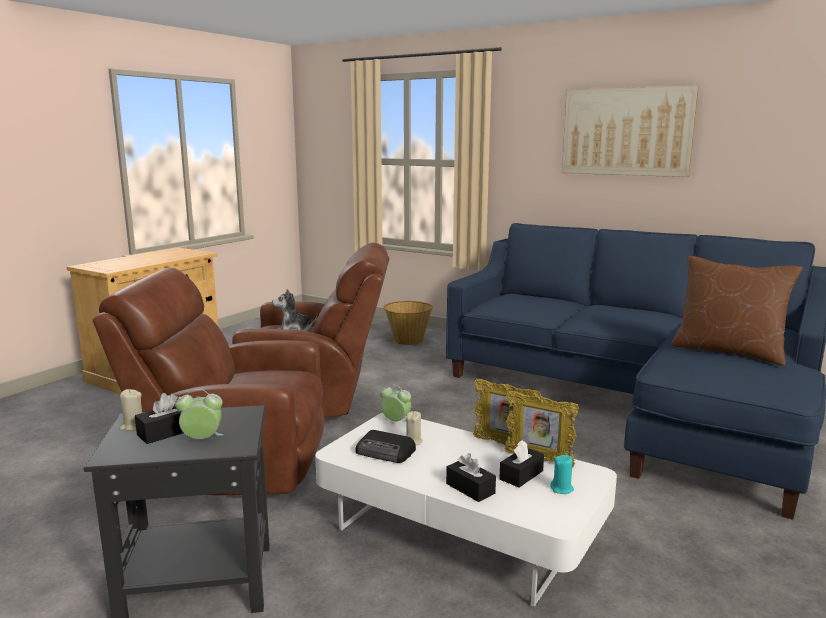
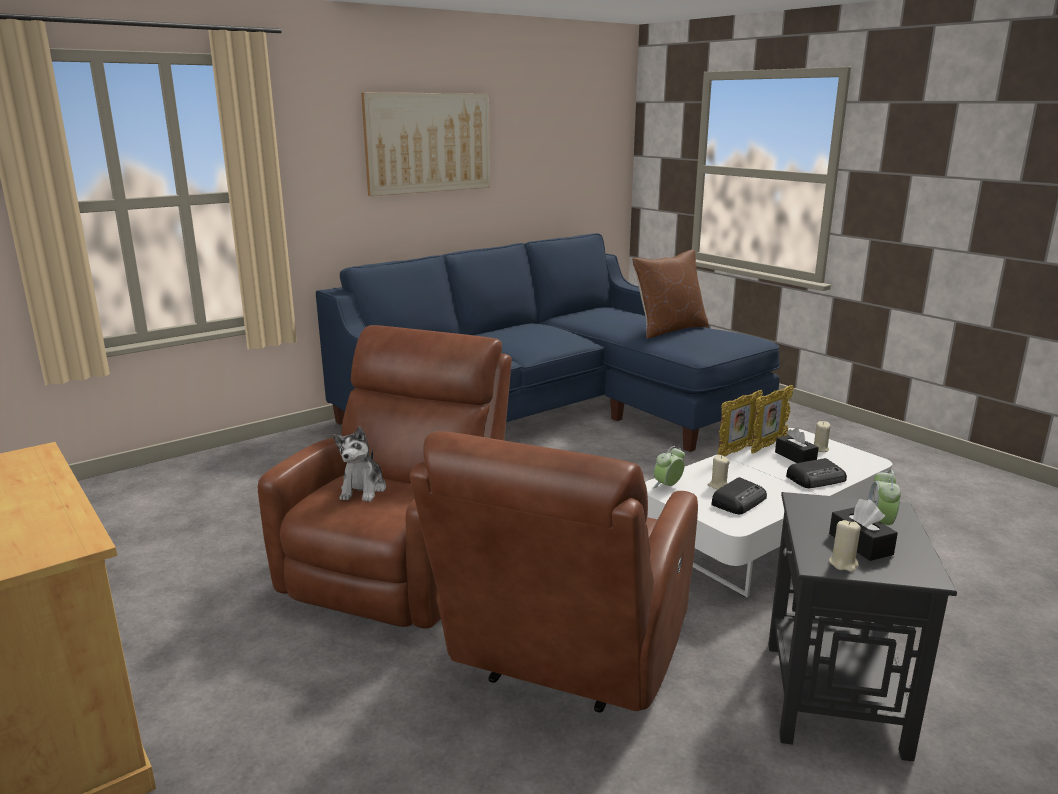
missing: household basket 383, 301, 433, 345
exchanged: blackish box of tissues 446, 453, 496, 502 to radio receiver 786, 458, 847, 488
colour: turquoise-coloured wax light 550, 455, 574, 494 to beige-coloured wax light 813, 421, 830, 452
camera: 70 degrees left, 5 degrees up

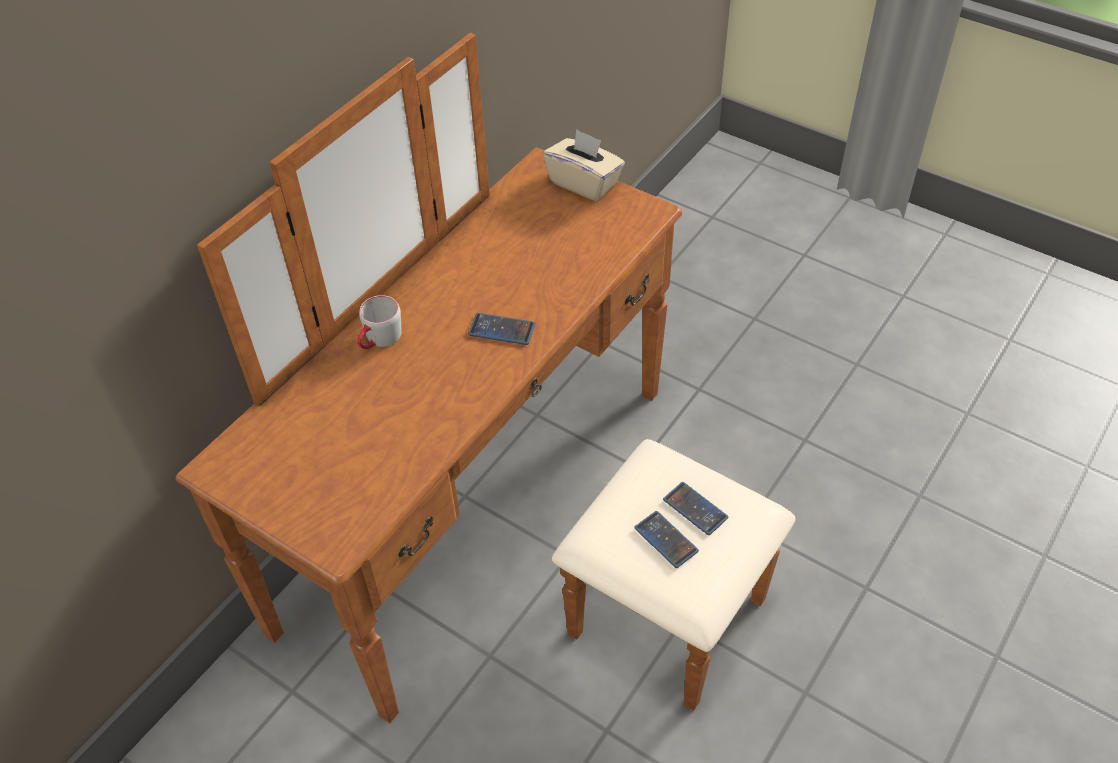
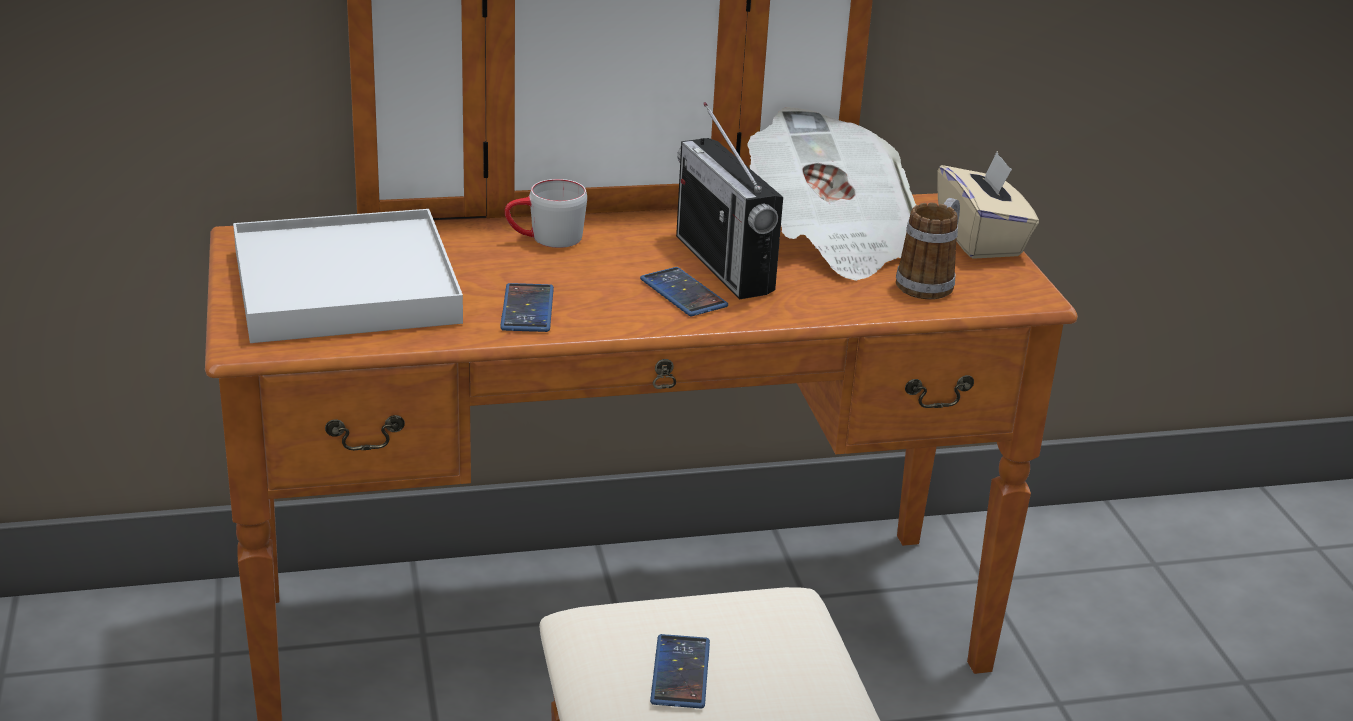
appeared: whitish tray 233, 209, 463, 343; radio receiver 676, 102, 783, 299; daily paper 747, 107, 916, 281; tea mug 896, 198, 960, 299
relocated: handset 663, 482, 729, 535 to 500, 283, 554, 332
camera: 40 degrees right, 20 degrees down

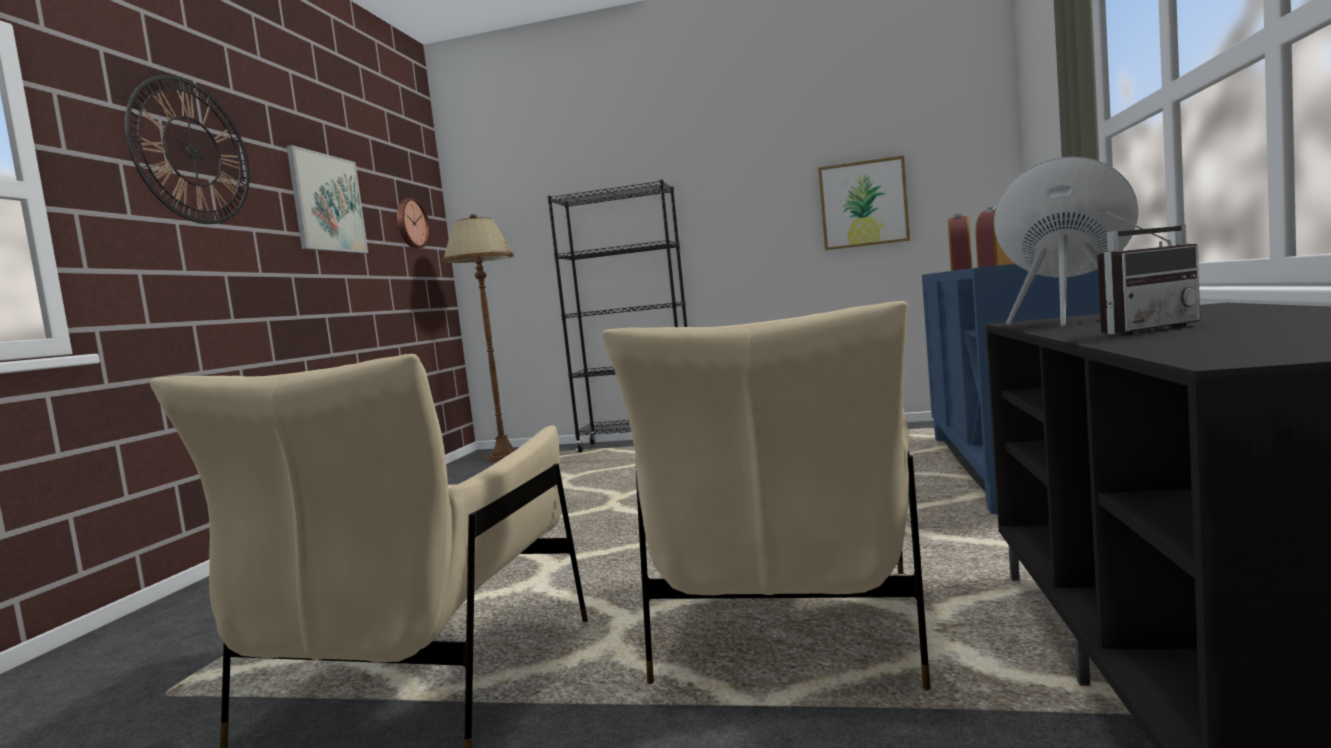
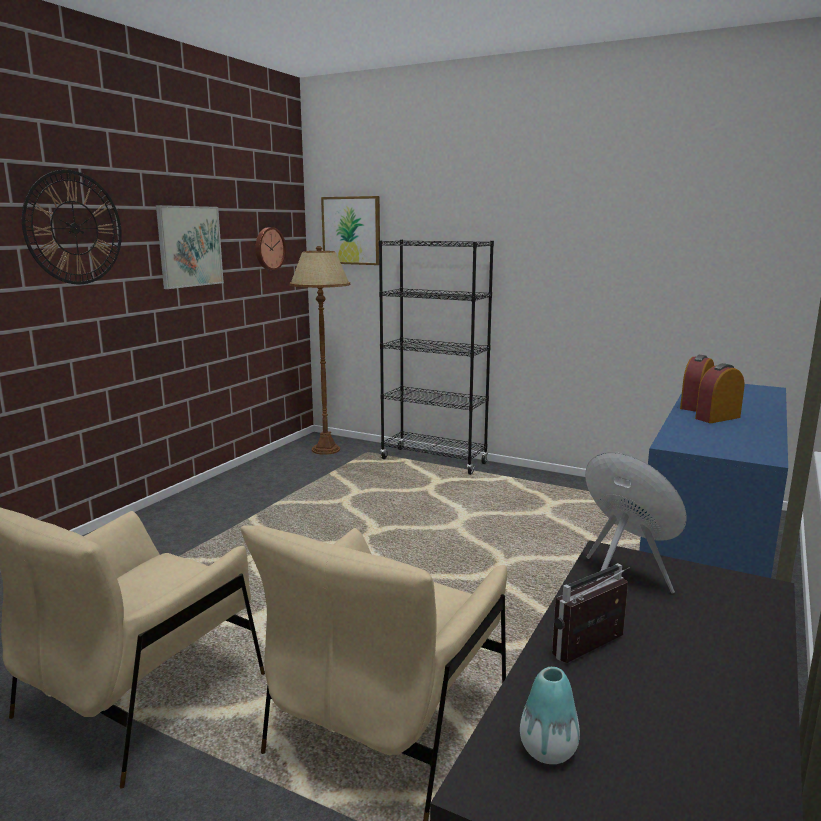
appeared: decorative vase 520, 667, 580, 764
relocated: picture 818, 156, 910, 250 to 321, 196, 380, 265
spun: radio receiver 1097, 208, 1200, 335 = 552, 563, 630, 663 150 degrees clockwise
camera: 15 degrees right, 10 degrees up

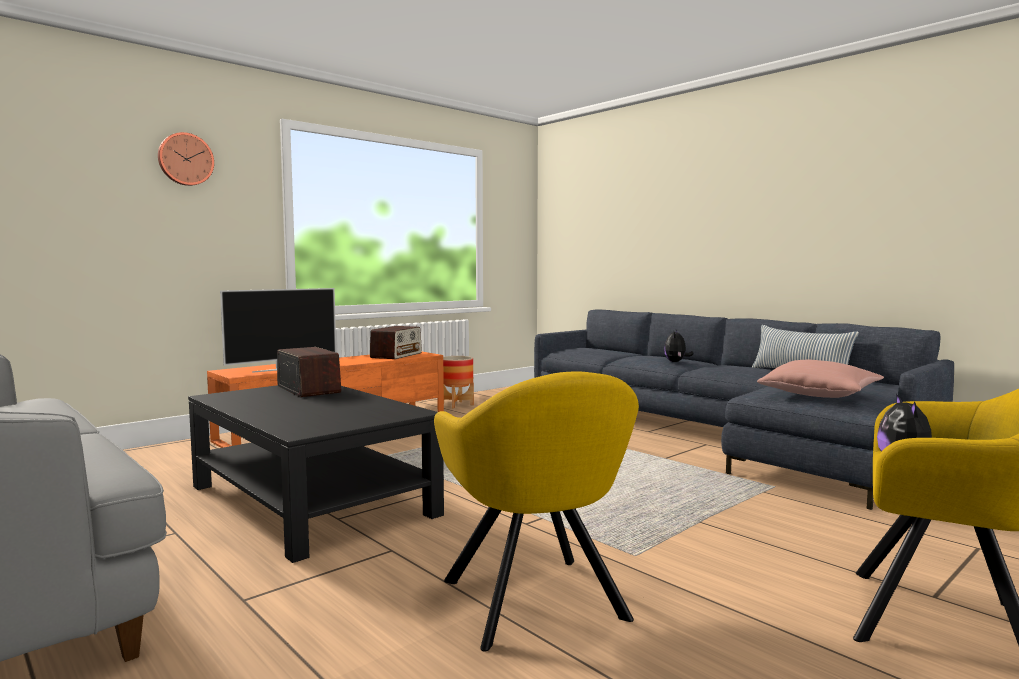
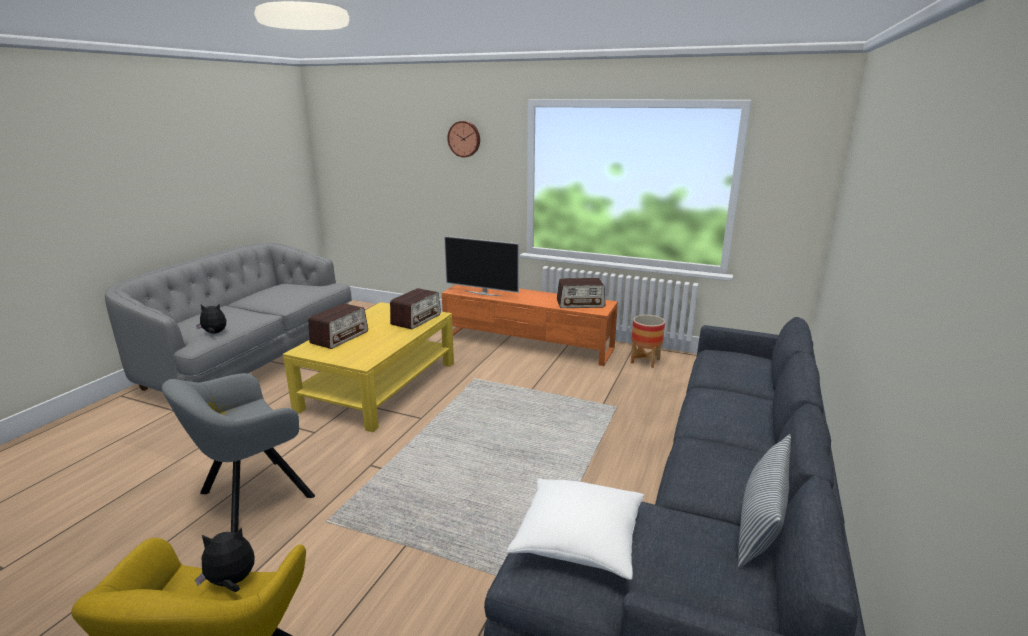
appeared: radio receiver 308, 303, 368, 349
relocated: soft toy 664, 330, 693, 362 to 196, 304, 226, 334
colour: blackish low table 188, 385, 444, 563 to yellow-coloured low table 283, 302, 454, 432; yellow-coloured easy chair 434, 371, 639, 652 to greyish easy chair 162, 373, 315, 533; pinkish pillow 757, 360, 884, 398 to whitish pillow 507, 479, 644, 580
camera: 65 degrees right, 15 degrees up

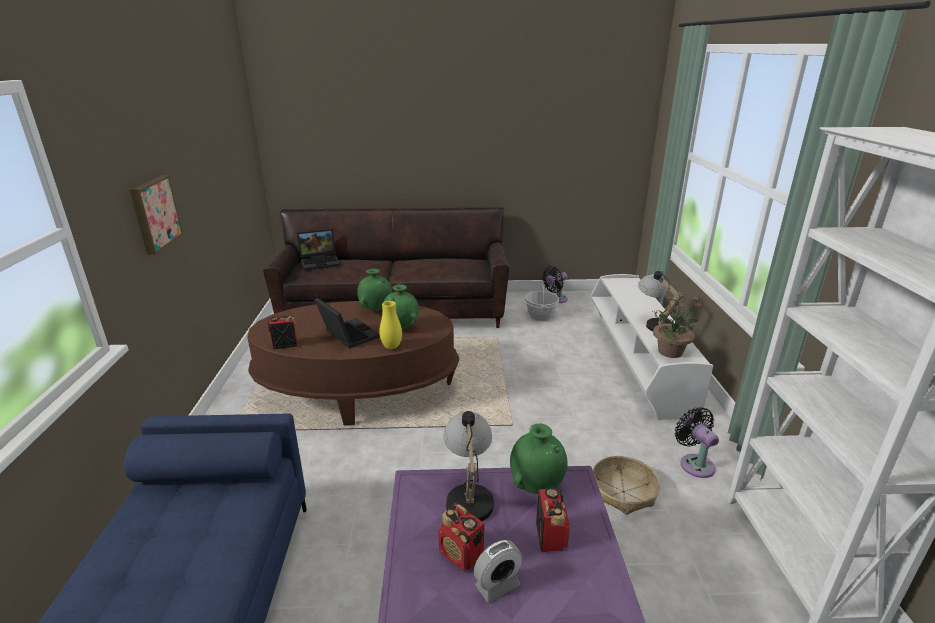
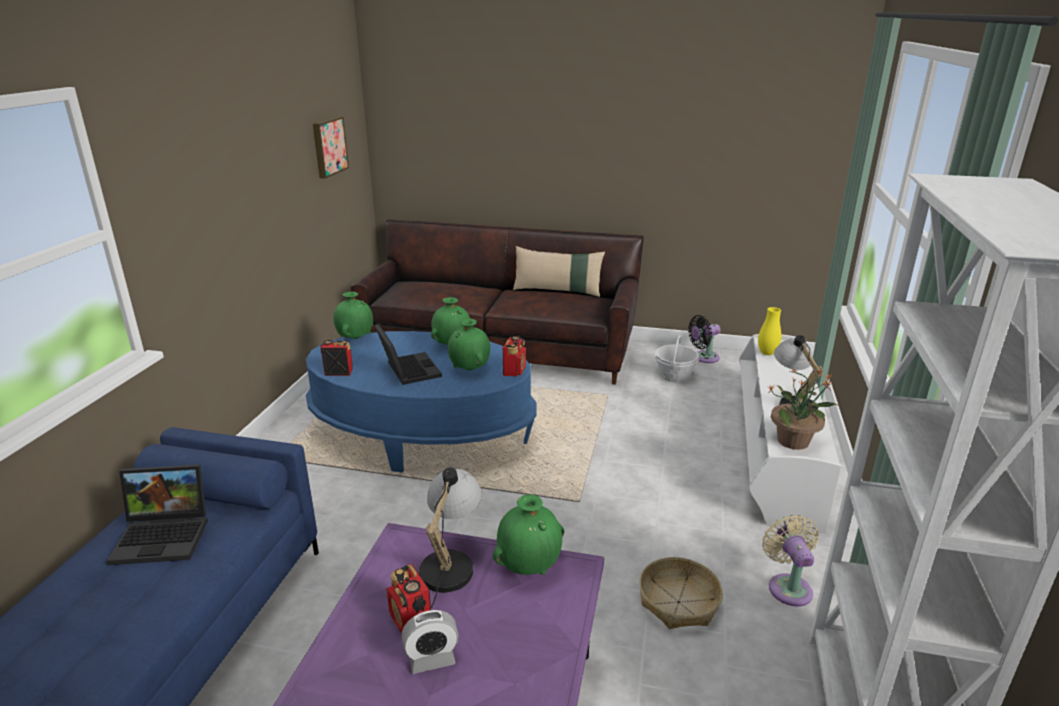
appeared: green-coloured decorative vase 333, 292, 373, 339; beige-coloured pillow 513, 246, 605, 297
relocated: picture 130, 175, 183, 255 to 313, 117, 349, 179; portable computer 297, 229, 340, 271 to 107, 464, 208, 565; yellow-coloured decorative vase 379, 301, 402, 349 to 758, 307, 781, 355; radio receiver 536, 487, 570, 552 to 503, 336, 526, 377
colour: brown-coloured low table 247, 301, 459, 426 to bluish low table 306, 331, 537, 473; blackish fan 675, 407, 719, 478 to beige-coloured fan 762, 515, 819, 607
camera: 15 degrees right, 0 degrees up

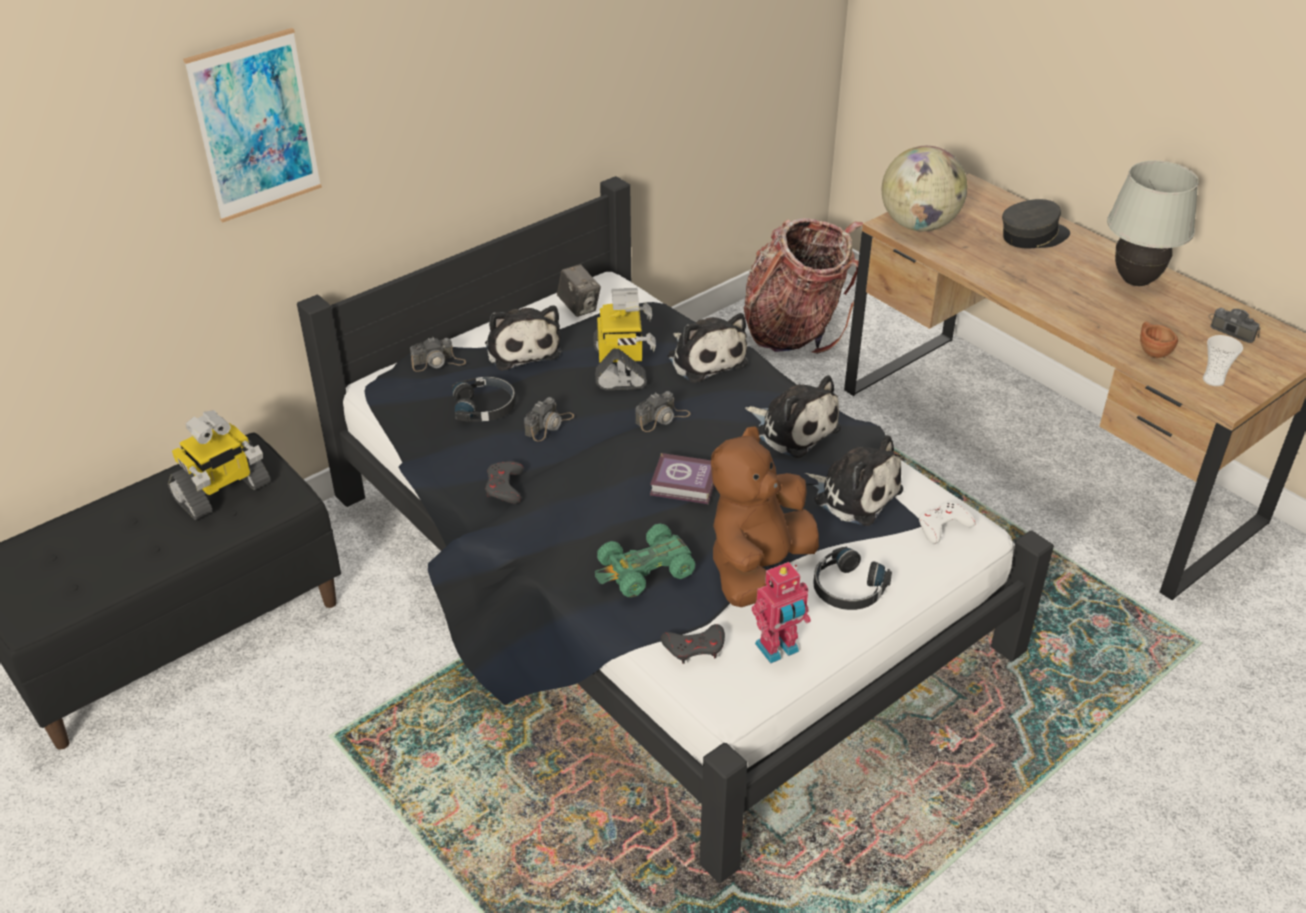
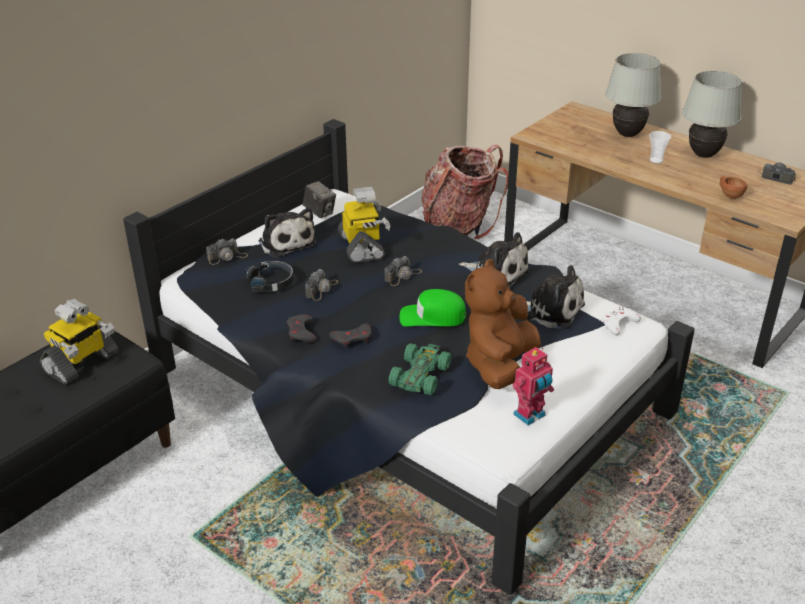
missing: picture 183, 28, 322, 222; soft toy 668, 313, 748, 383; blackish headphones 813, 547, 892, 610; desk globe 882, 146, 967, 231
relocated: greyish joypad 661, 624, 725, 664 to 329, 323, 372, 348; cup 1203, 335, 1243, 386 to 649, 131, 671, 163
exchanged: volume 650, 453, 714, 504 to green-coloured baseball cap 400, 289, 467, 327; greyish baseball cap 1002, 199, 1070, 249 to whitish lamp for a table 605, 53, 662, 137
spun: green-coloured toy car 595, 523, 695, 598 = 389, 343, 451, 395 150 degrees clockwise
camera: 10 degrees left, 5 degrees down

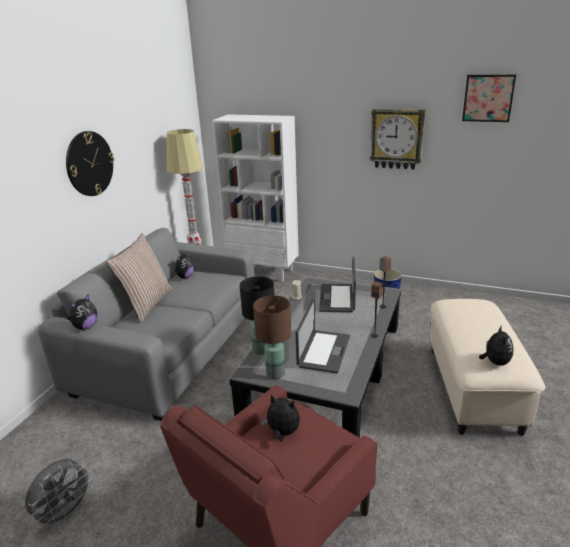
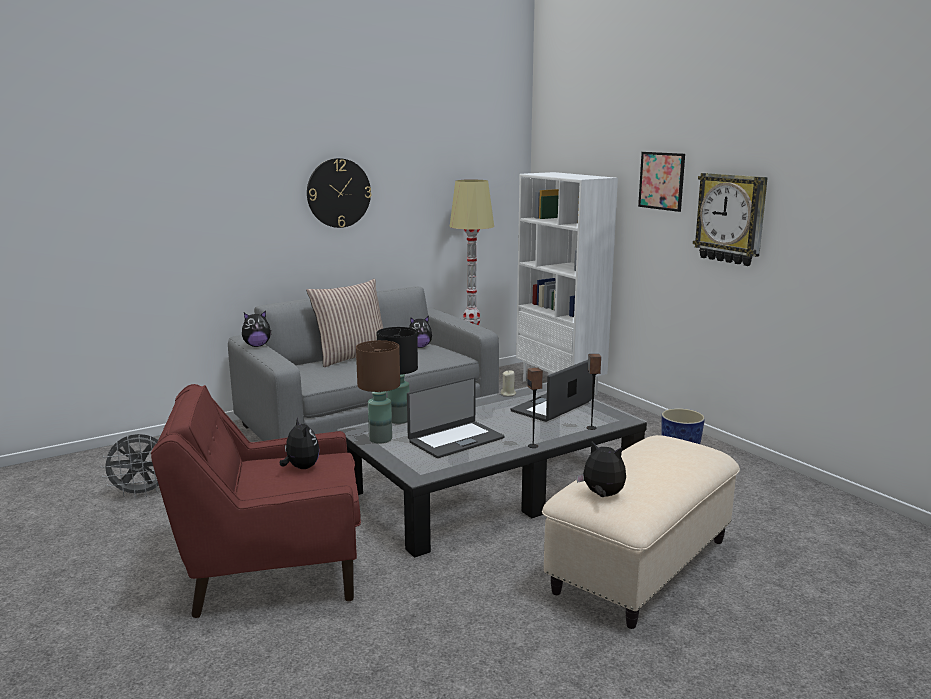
relocated: picture 462, 75, 516, 122 to 638, 152, 685, 212
spun: soft toy 479, 325, 513, 366 = 576, 441, 626, 497 105 degrees counterclockwise
camera: 35 degrees right, 10 degrees down

